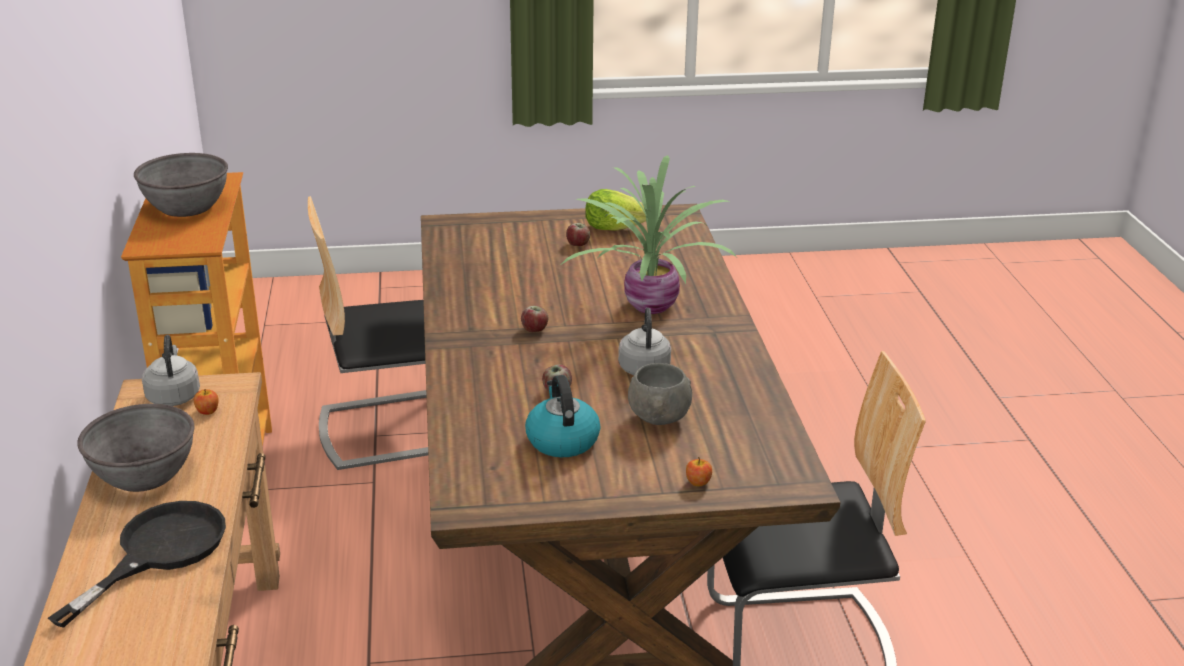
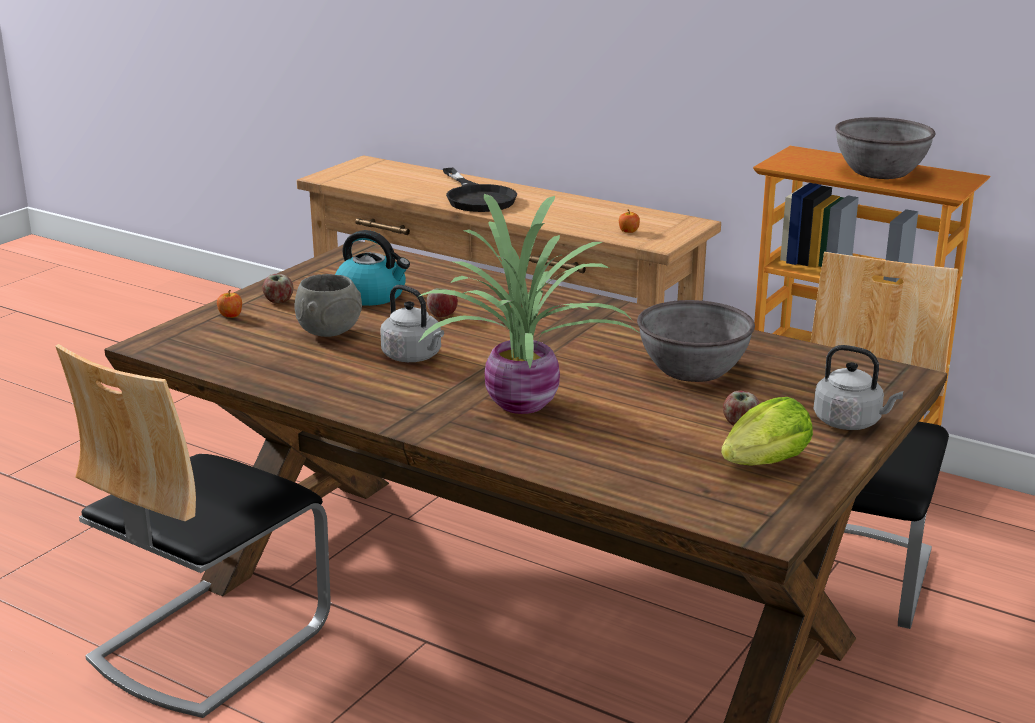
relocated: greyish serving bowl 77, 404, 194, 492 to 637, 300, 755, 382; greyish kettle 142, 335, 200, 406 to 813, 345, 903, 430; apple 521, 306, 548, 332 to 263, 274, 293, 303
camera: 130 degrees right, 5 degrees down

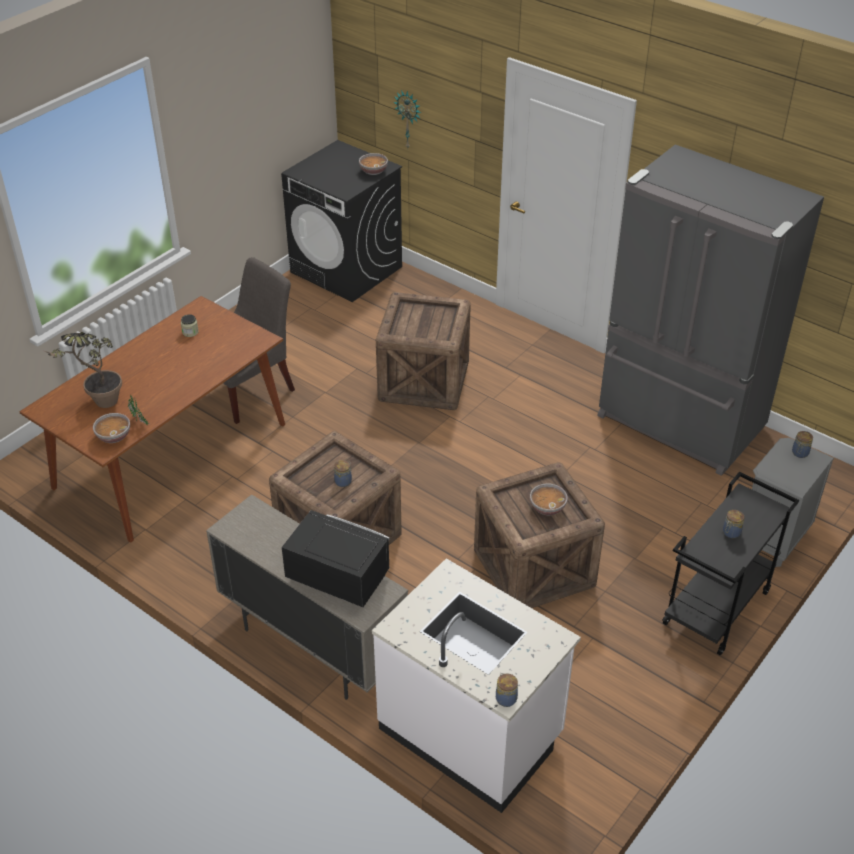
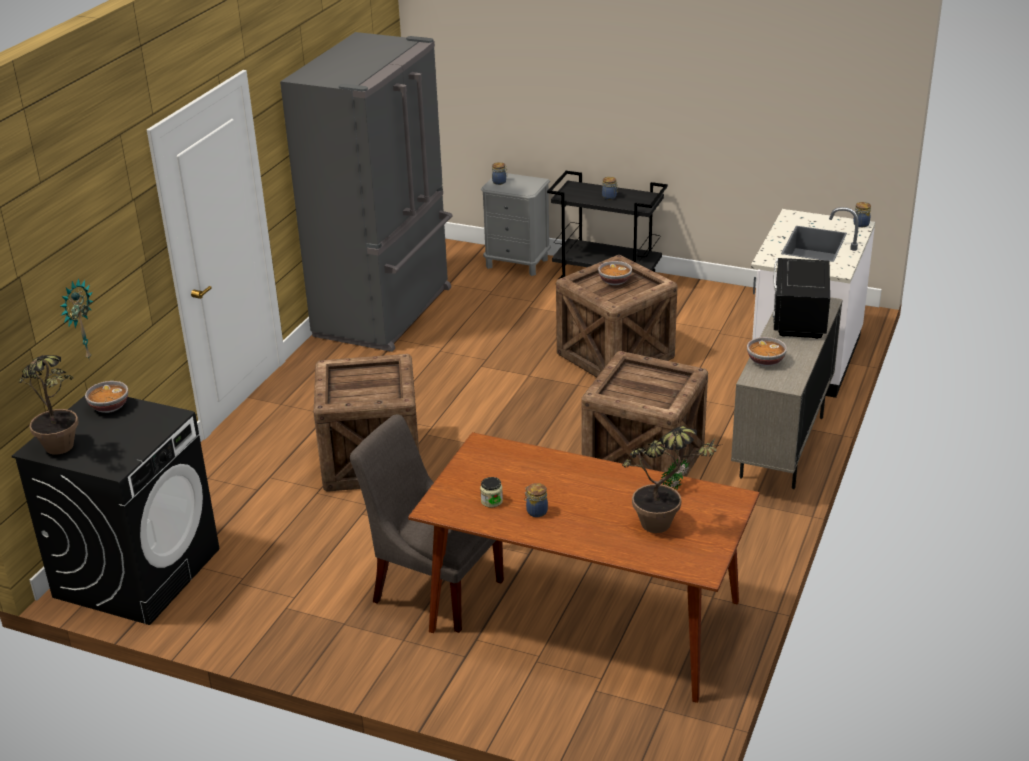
appeared: houseplant 19, 355, 78, 455
relocated: serving bowl 93, 413, 130, 443 to 747, 337, 787, 366; preserve jar 334, 460, 352, 487 to 525, 483, 548, 517
camera: 105 degrees left, 10 degrees down

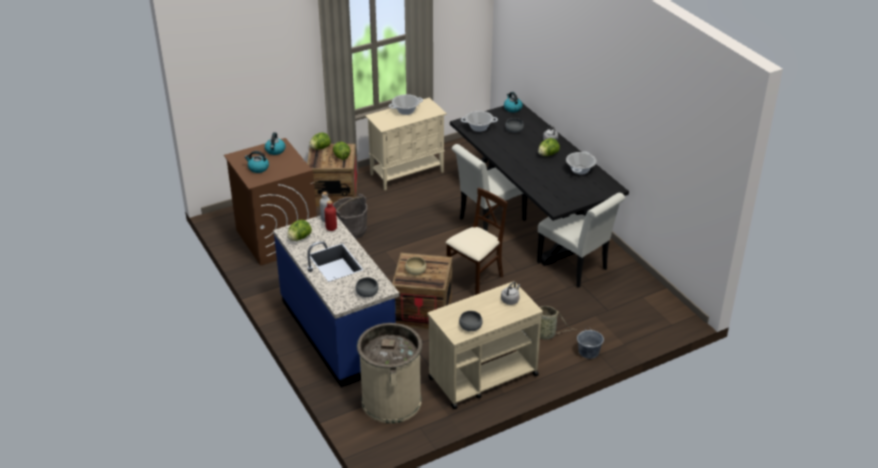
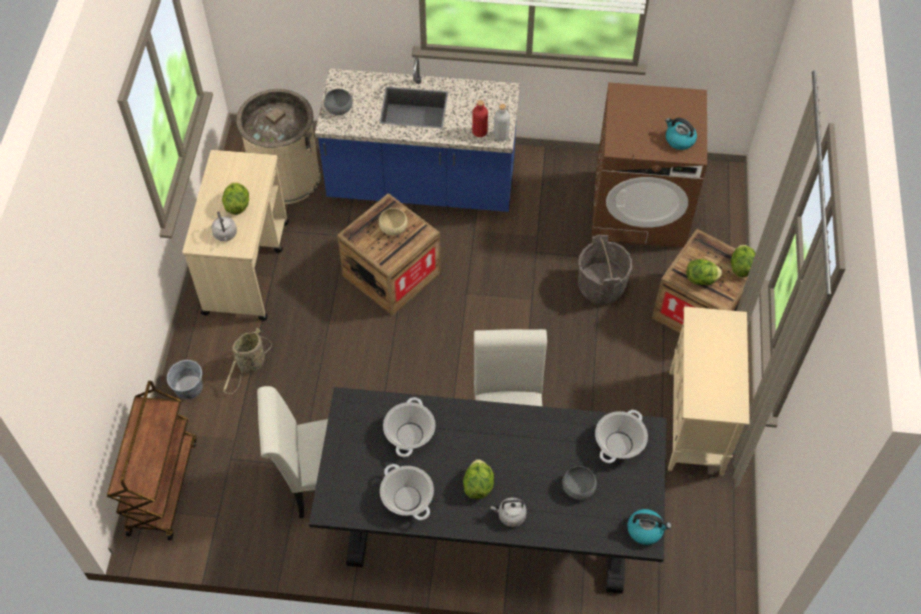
missing: kettle 244, 151, 269, 173; beige-coloured upright chair 446, 188, 508, 295; greyish serving bowl 459, 311, 483, 331
appeared: brown-coloured wheeled cart 107, 381, 196, 540
relocated: lettuce 287, 220, 312, 241 to 222, 182, 249, 215; saucepot 389, 94, 423, 115 to 383, 397, 435, 457
camera: 125 degrees right, 20 degrees up

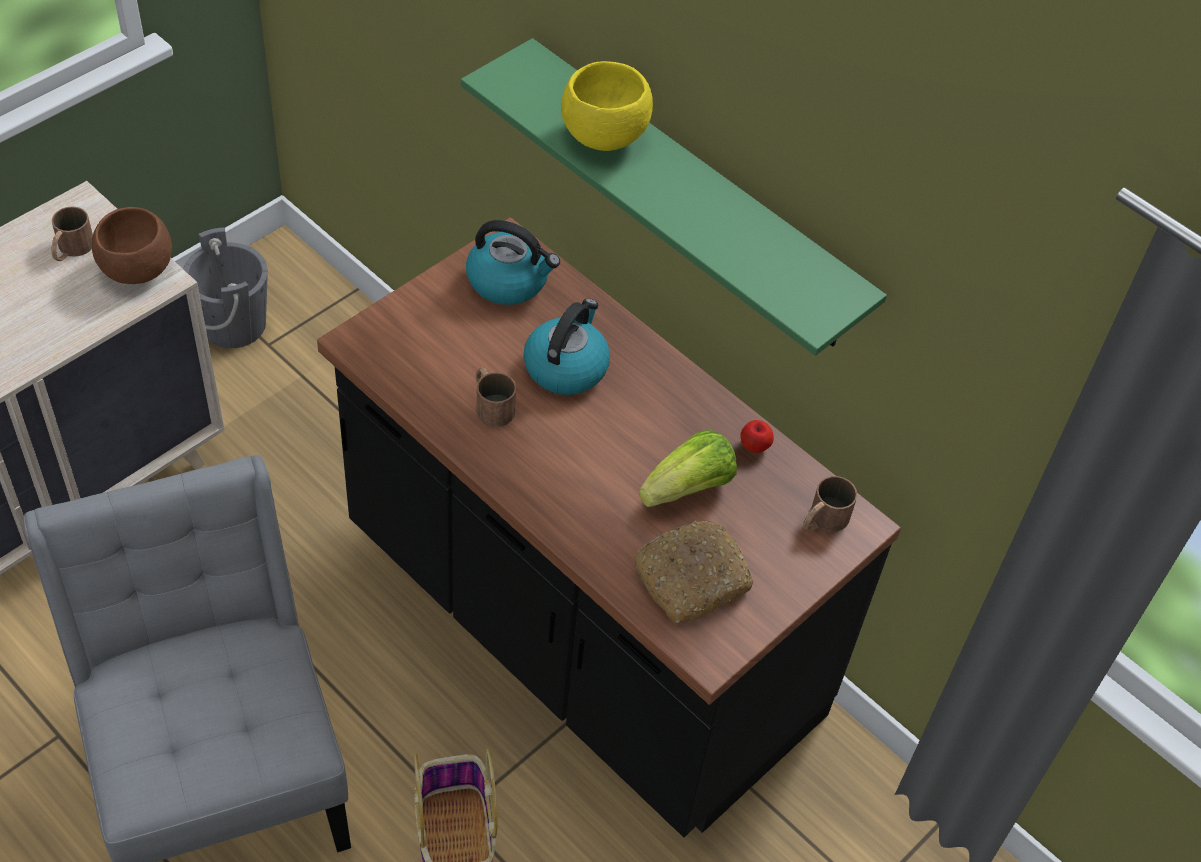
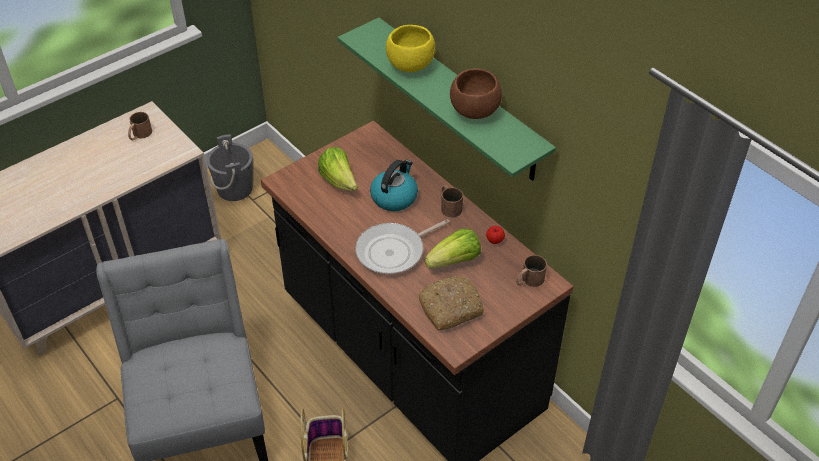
missing: kettle 466, 220, 560, 305
appeared: lettuce 318, 147, 358, 191; skillet 355, 219, 450, 274
relocated: brown-coloured serving bowl 92, 207, 172, 284 to 450, 68, 502, 119; brown-coloured tea mug 476, 367, 516, 427 to 441, 185, 463, 217
camera: 10 degrees right, 5 degrees down

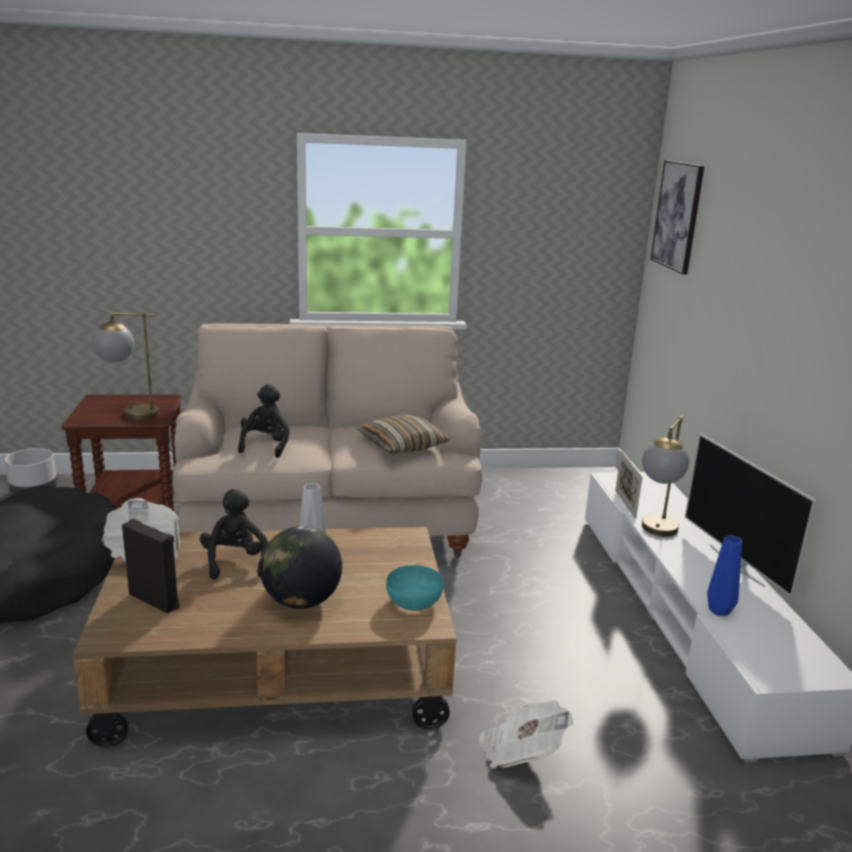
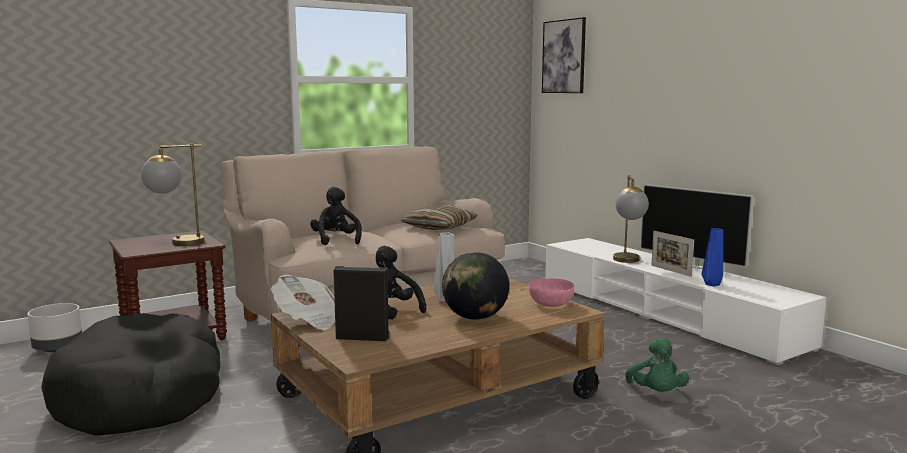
relocated: picture frame 615, 451, 642, 519 to 652, 231, 694, 277
exchanged: daily paper 479, 700, 573, 769 to green-coloured soft toy 625, 338, 689, 392
colour: turquoise-coloured serving bowl 386, 565, 444, 611 to pinkish serving bowl 529, 278, 574, 307
camera: 25 degrees left, 10 degrees down

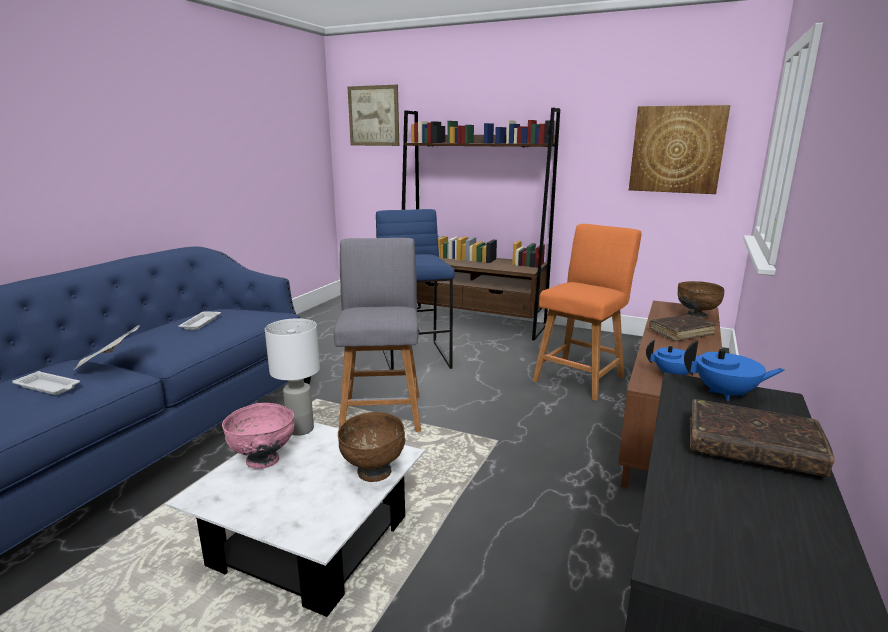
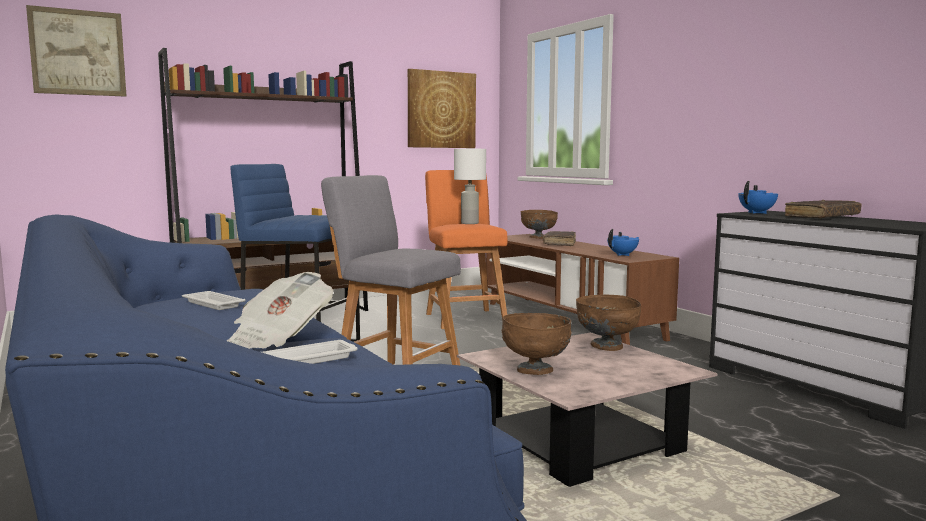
relocated: whitish lamp for a table 265, 318, 320, 436 to 454, 149, 486, 224
colour: whitish low table 165, 422, 425, 617 to pinkish low table 457, 333, 717, 487; pinkish serving bowl 222, 403, 294, 469 to brown-coloured serving bowl 502, 313, 572, 375
camera: 55 degrees left, 10 degrees down

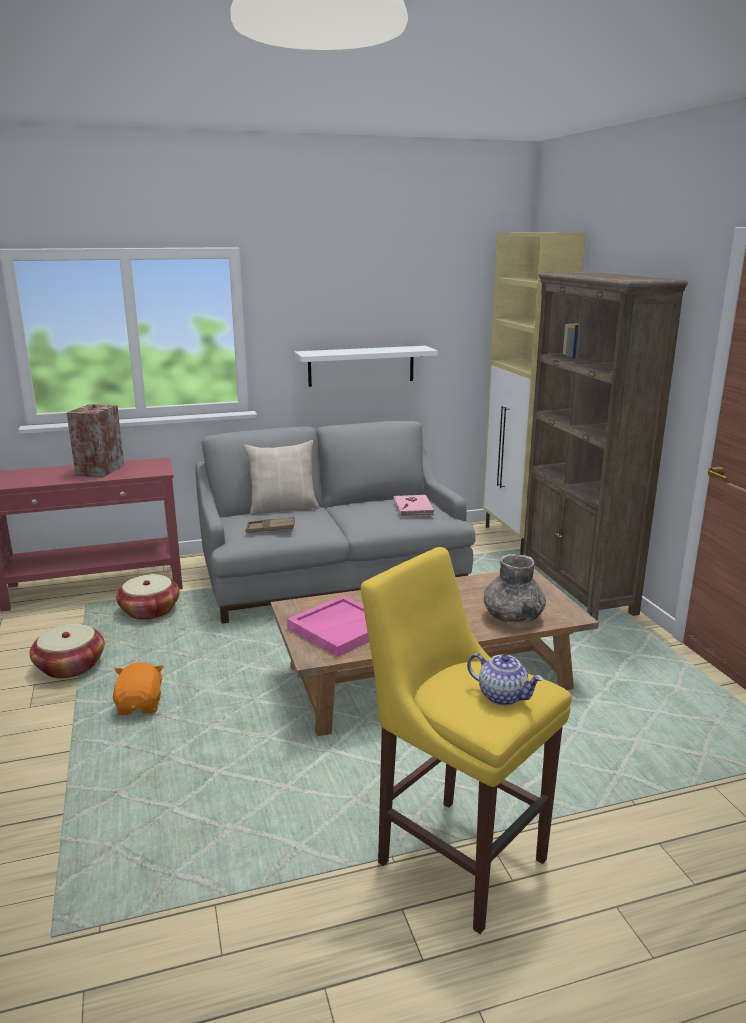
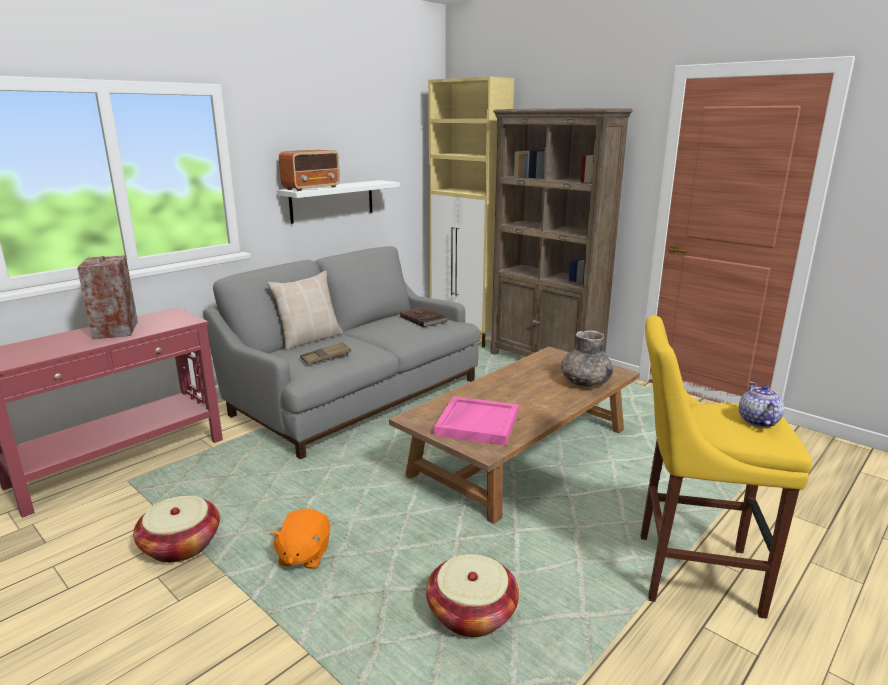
appeared: radio receiver 279, 150, 340, 191
relocated: household basket 116, 574, 180, 620 to 426, 554, 519, 637
colour: pinkish volume 393, 495, 435, 517 to brown-coloured volume 400, 307, 448, 327
spun: orange soft toy 113, 662, 164, 715 = 270, 509, 330, 569 135 degrees counterclockwise; tea pot 467, 653, 543, 706 = 739, 382, 784, 427 90 degrees counterclockwise
camera: 30 degrees left, 0 degrees up

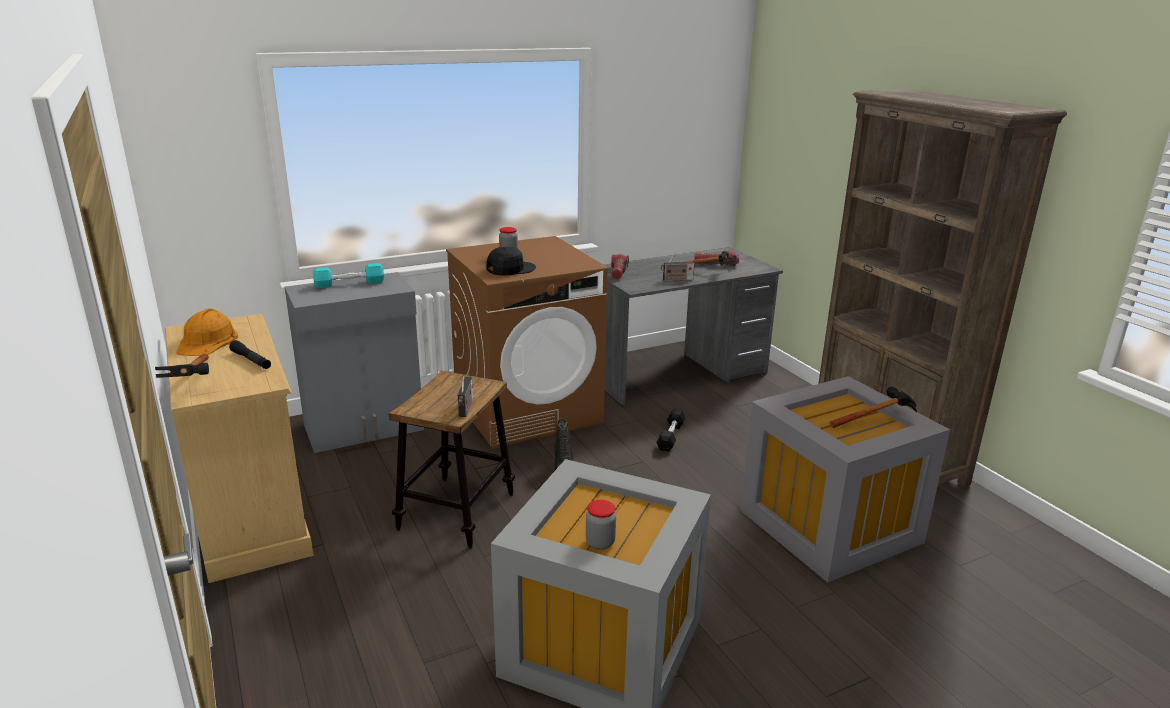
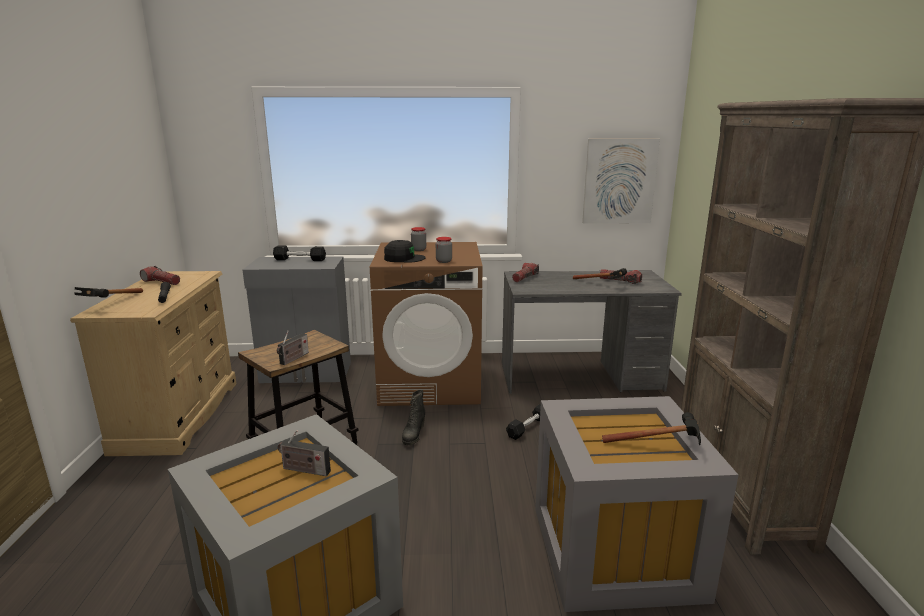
appeared: picture 582, 139, 660, 224
relocated: preserve jar 586, 500, 616, 550 to 436, 237, 452, 263; radio receiver 661, 253, 695, 281 to 278, 430, 331, 476
exchanged: orange hard hat 176, 309, 238, 356 to torch 140, 266, 180, 285
colour: turquoise-coloured dumbbell 313, 263, 384, 288 to blackish dumbbell 273, 245, 326, 261
camera: 25 degrees right, 5 degrees down

